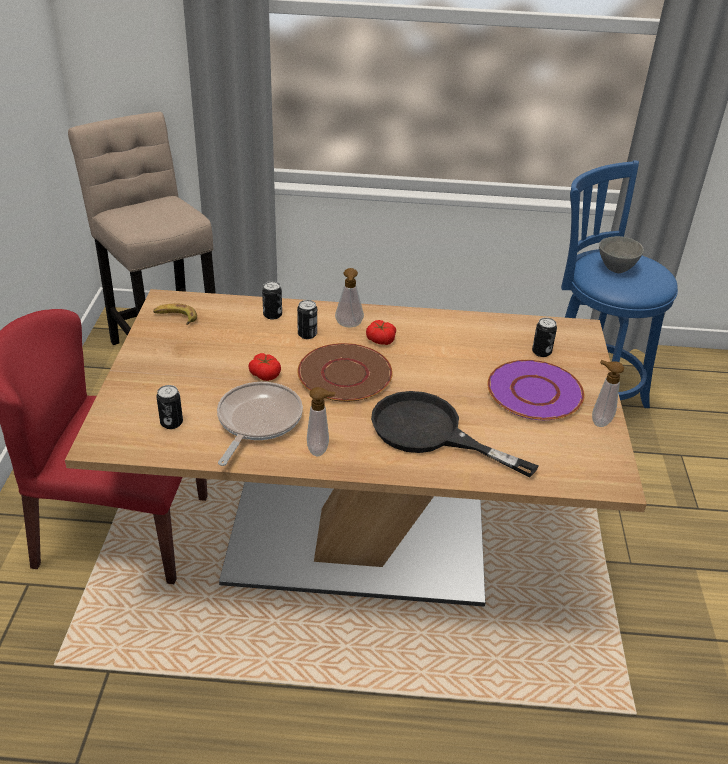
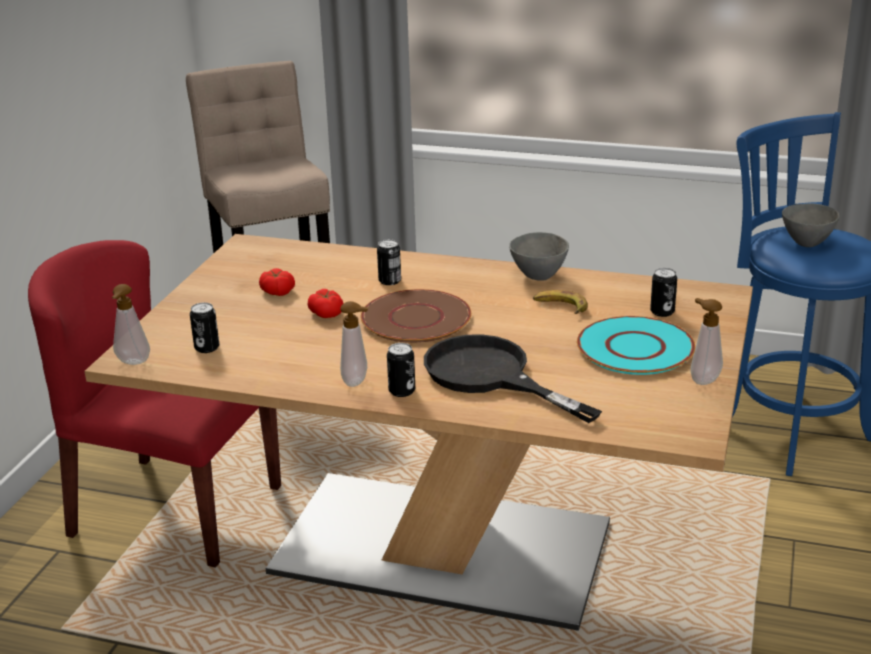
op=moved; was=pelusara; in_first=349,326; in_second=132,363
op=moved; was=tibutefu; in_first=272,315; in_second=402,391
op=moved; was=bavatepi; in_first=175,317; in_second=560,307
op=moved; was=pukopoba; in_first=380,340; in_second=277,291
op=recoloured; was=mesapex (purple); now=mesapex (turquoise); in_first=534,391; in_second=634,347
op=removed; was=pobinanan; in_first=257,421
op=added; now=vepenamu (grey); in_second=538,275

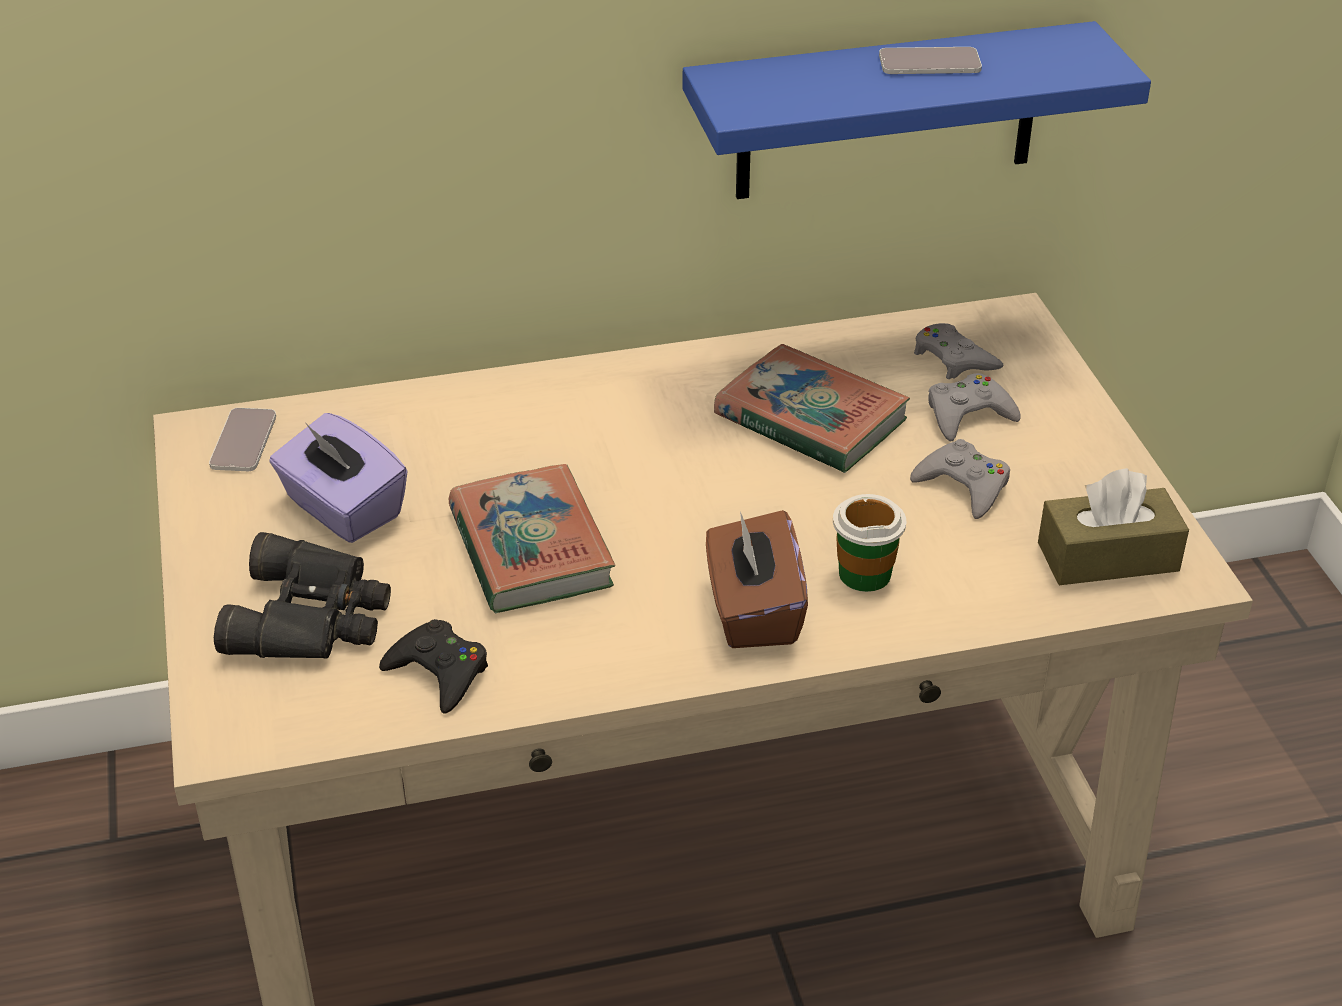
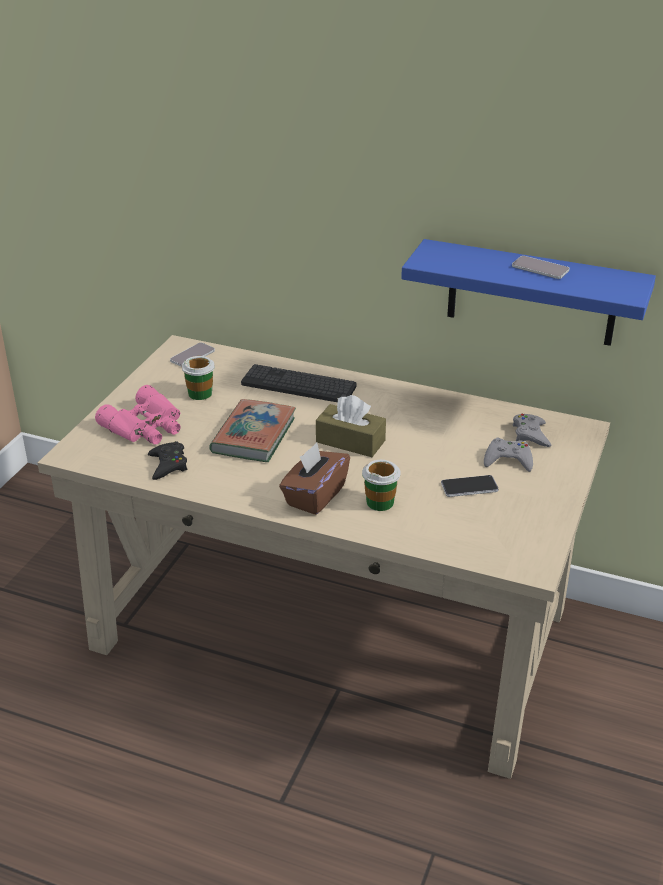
op=removed; was=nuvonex; in_first=810,418
op=replaced; was=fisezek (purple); now=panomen; in_first=342,509; in_second=200,393
op=replaced; was=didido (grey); now=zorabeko; in_first=964,486; in_second=469,487
op=moved; was=fisezek (brown); in_first=1108,557; in_second=350,441
op=recoloured; was=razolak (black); now=razolak (pink); in_first=313,617; in_second=146,426
op=added; now=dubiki; in_second=298,385

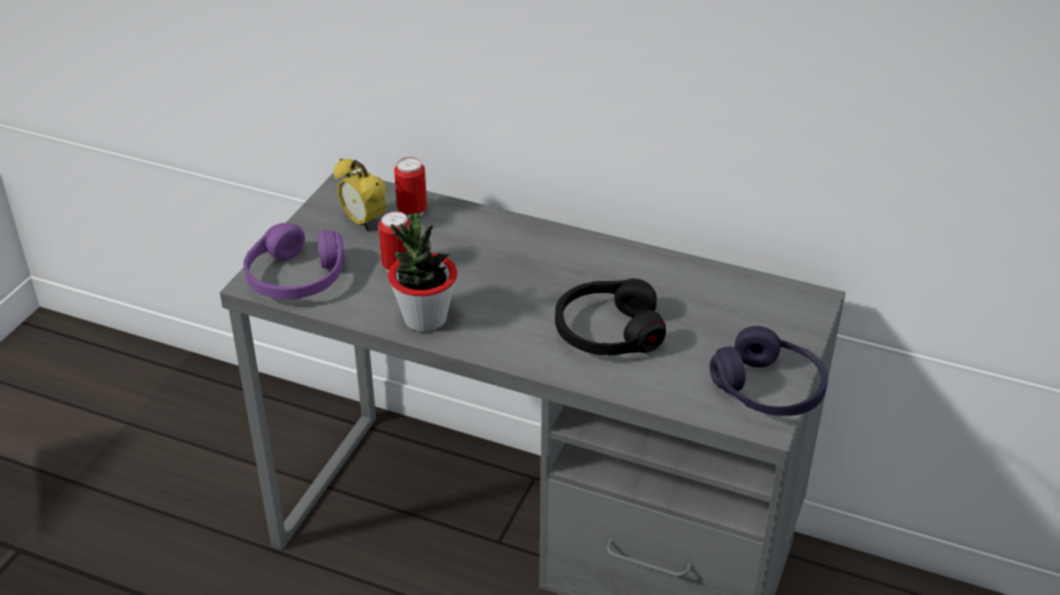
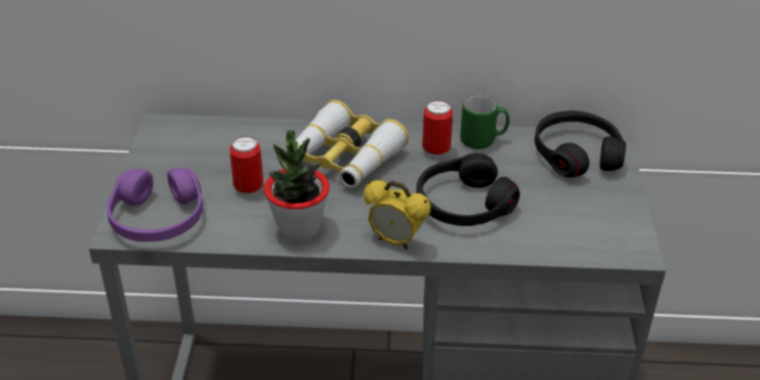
op=moved; was=tibutefu; in_first=412,211; in_second=436,151
op=moved; was=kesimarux; in_first=363,222; in_second=395,241
op=removed; was=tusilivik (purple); in_first=768,390
op=added; now=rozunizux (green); in_second=483,140
op=added; now=razolak; in_second=344,158
op=added; now=tusilivik (black); in_second=576,154

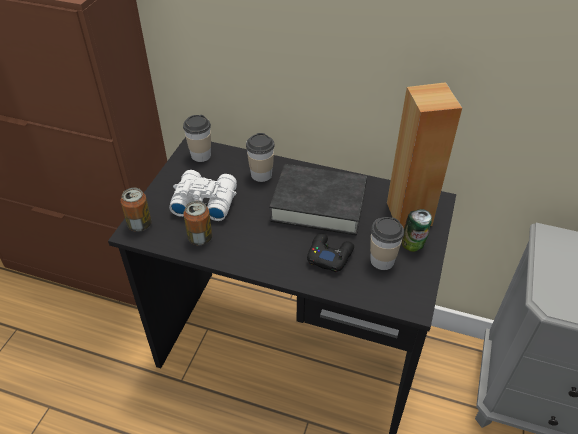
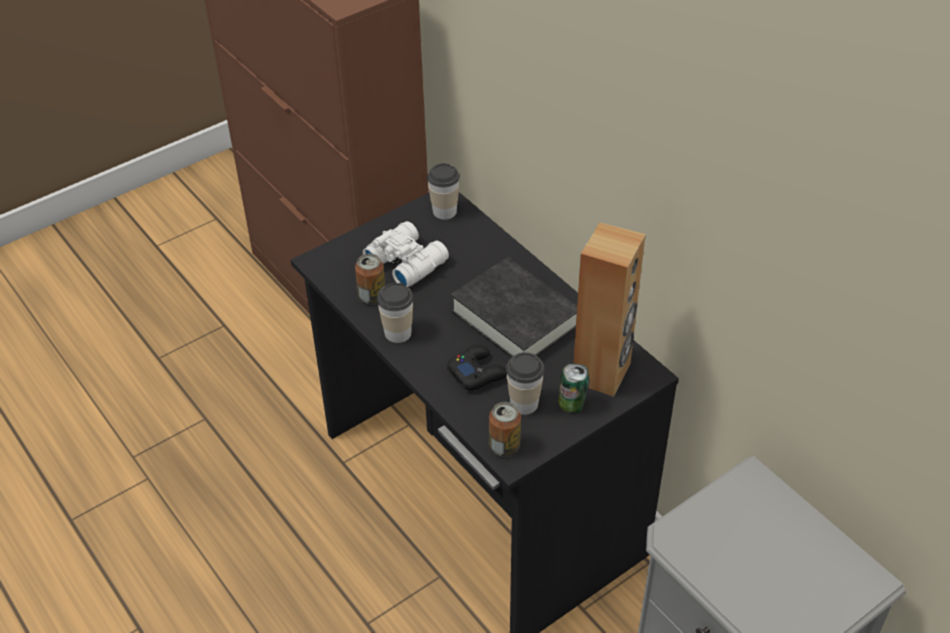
op=moved; was=panomen; in_first=261,175; in_second=397,333
op=moved; was=tibutefu; in_first=140,224; in_second=504,446

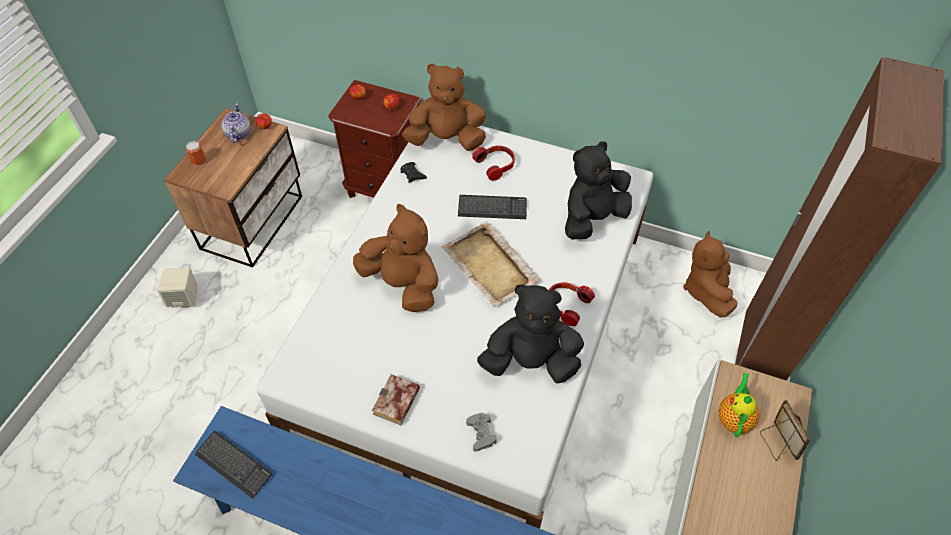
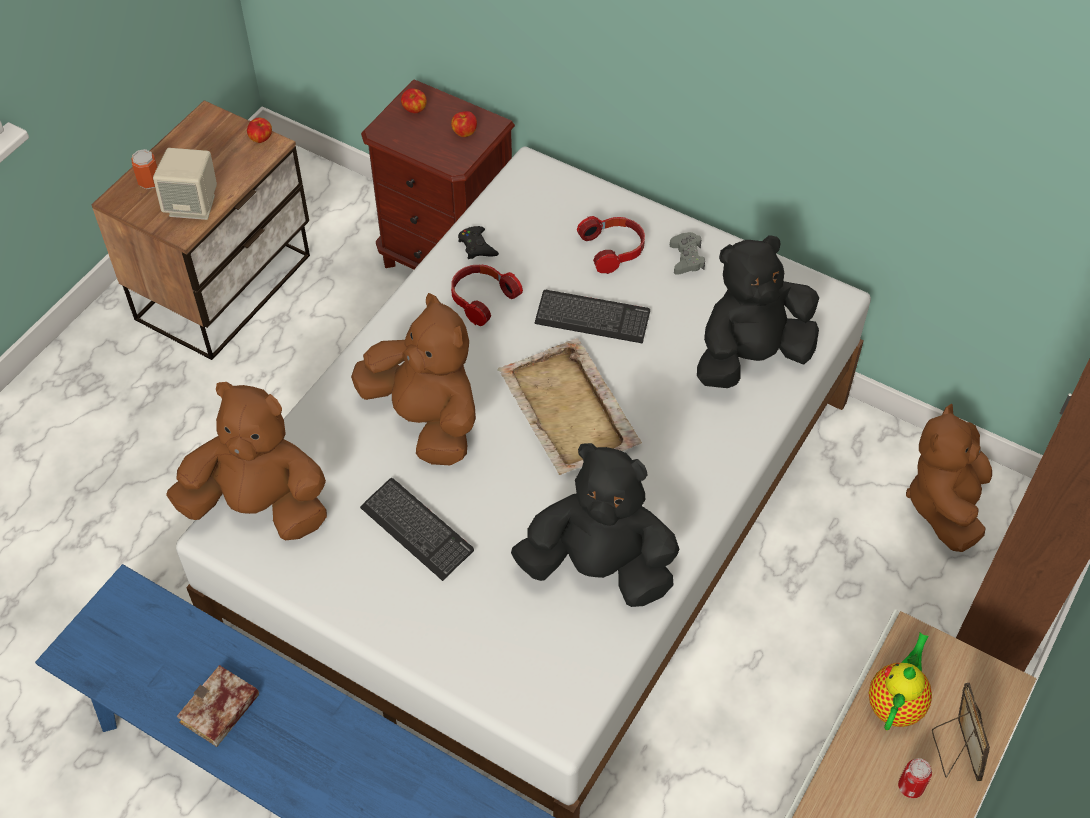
op=moved; was=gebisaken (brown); in_first=446,140; in_second=260,506
op=removed; was=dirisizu; in_first=238,134
op=moved; was=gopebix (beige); in_first=184,298; in_second=193,205
op=moved; was=tusilivik; in_first=566,305; in_second=481,298
op=moved; was=nuvonex; in_first=397,404; in_second=219,713
op=moved; was=didido (grey); in_first=481,433; in_second=686,258
op=moved; was=dubiki; in_first=234,464; in_second=417,530
op=added; now=tibutefu; in_second=910,787

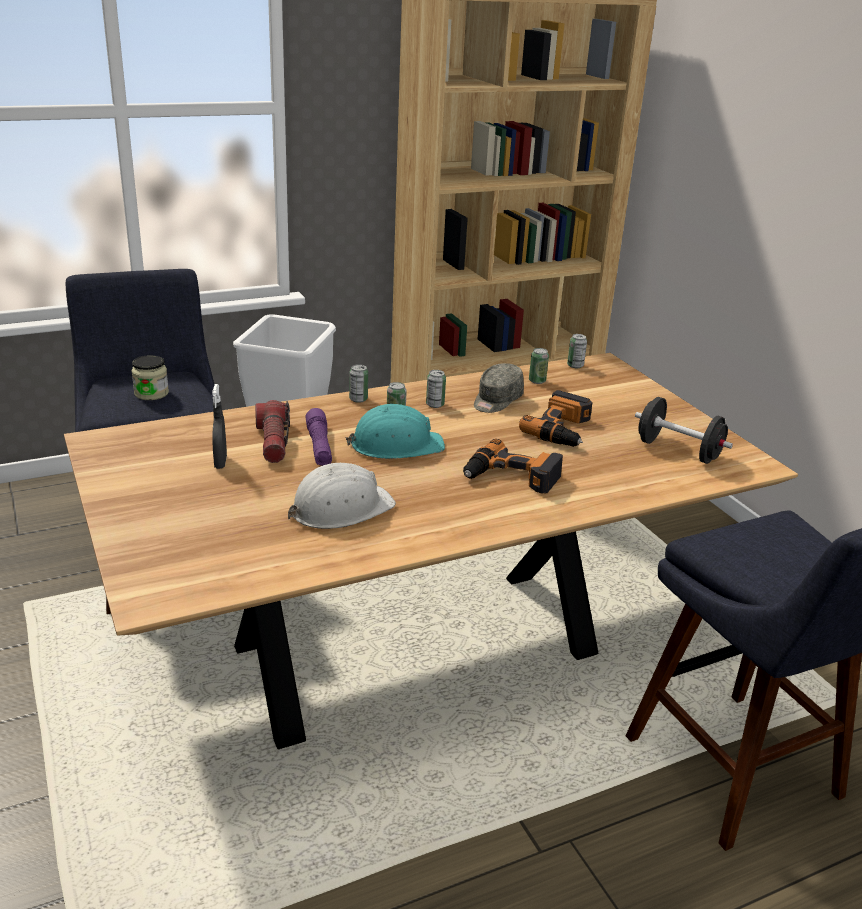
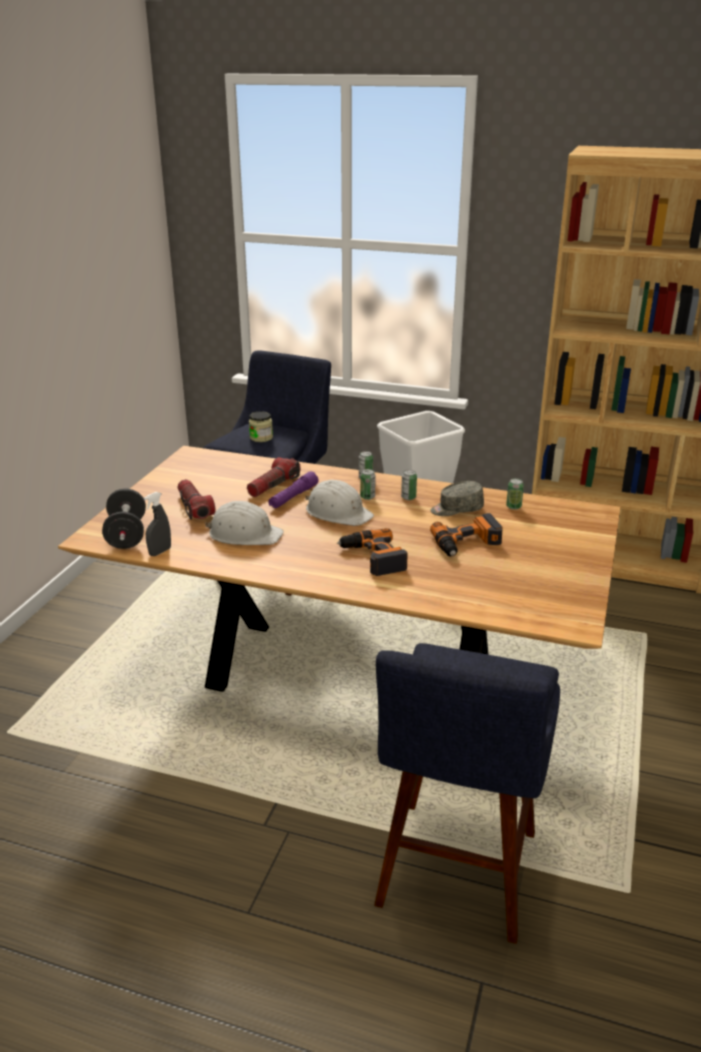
op=removed; was=tibutefu; in_first=575,365
op=moved; was=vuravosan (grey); in_first=220,462; in_second=160,552
op=moved; was=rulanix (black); in_first=678,451; in_second=127,535
op=recoloured; was=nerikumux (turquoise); now=nerikumux (white); in_first=396,445; in_second=338,512
op=added; now=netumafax; in_second=194,507

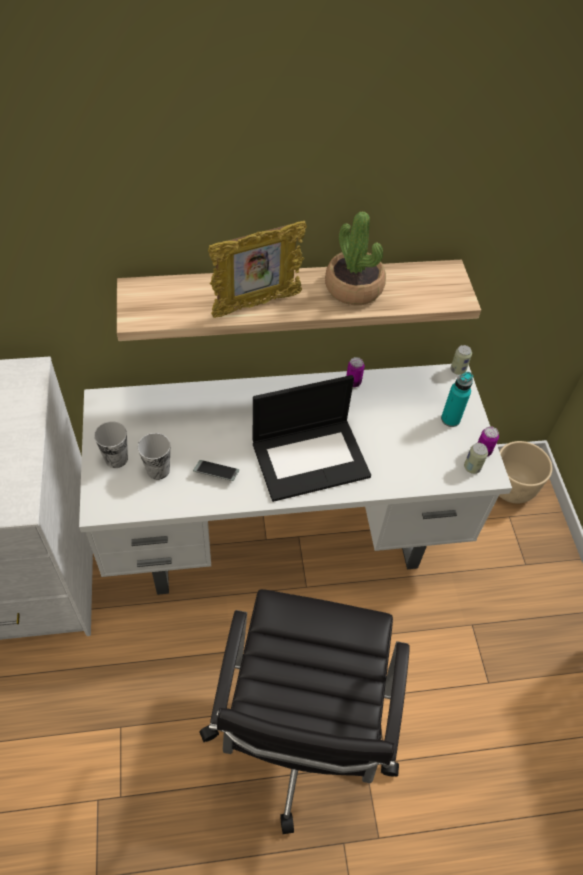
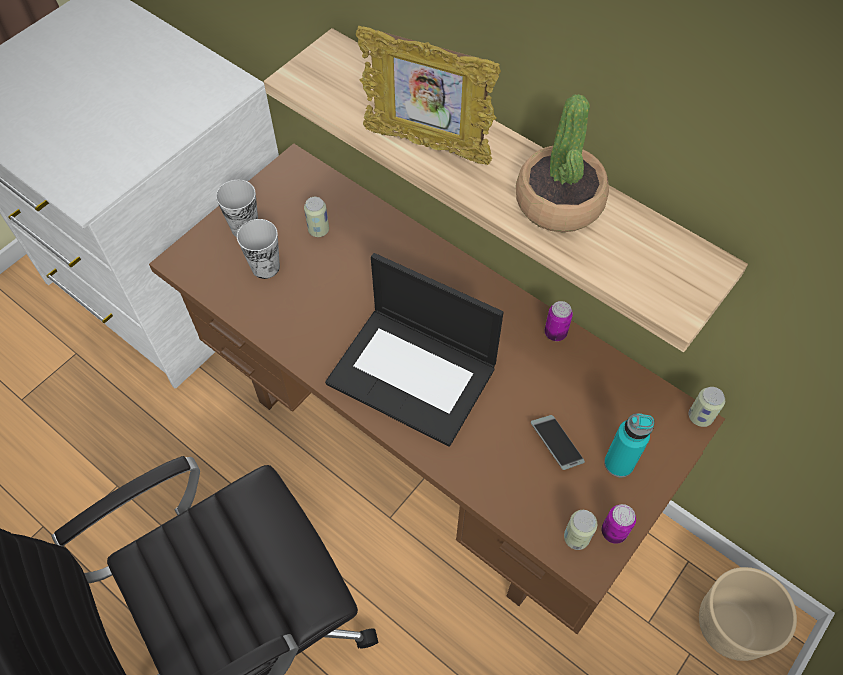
op=recoloured; was=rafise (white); now=rafise (brown); in_first=284,535; in_second=424,450
op=moved; was=zorabeko; in_first=216,473; in_second=556,444
op=added; now=tibutefu; in_second=318,230

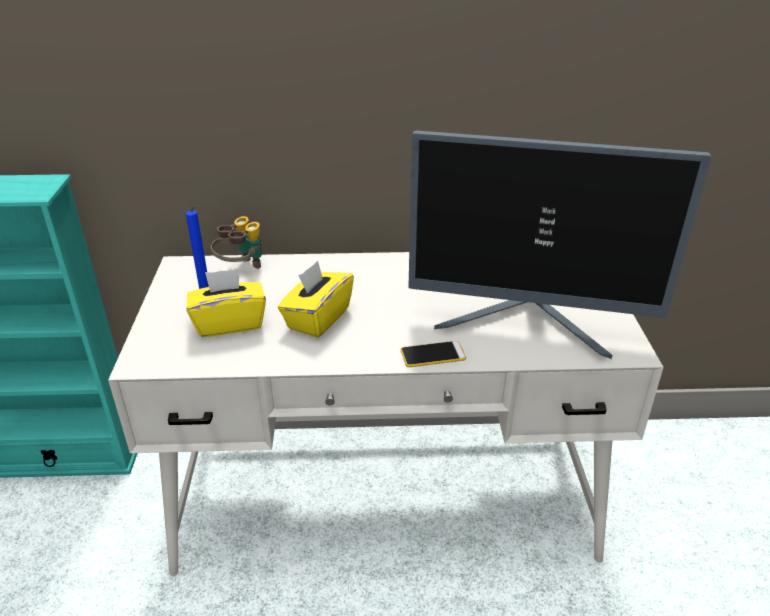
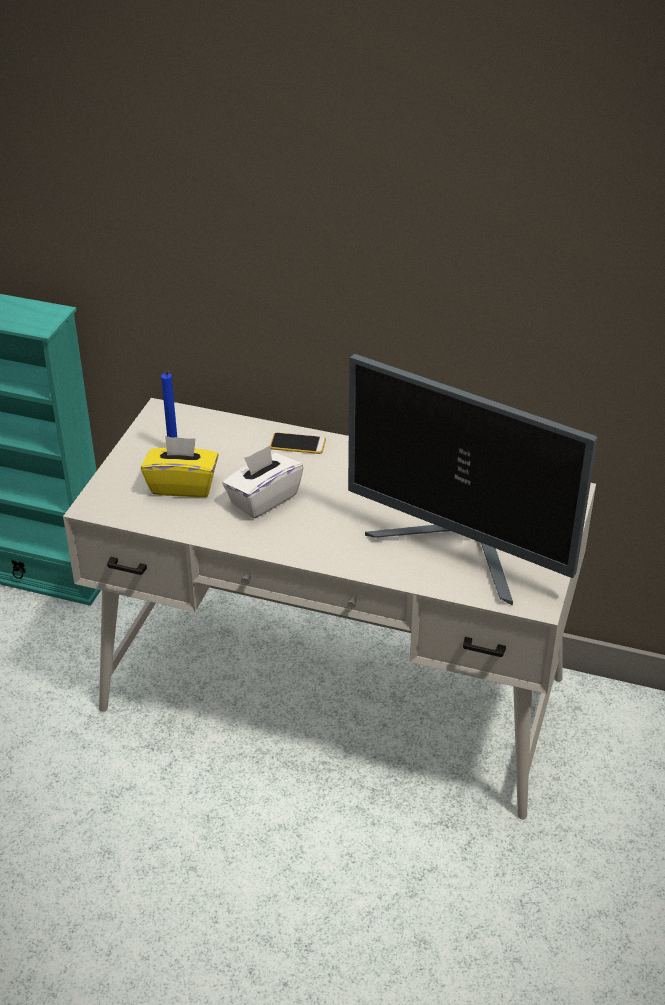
op=removed; was=razolak; in_first=241,269
op=recoloured; was=fisezek (yellow); now=fisezek (white); in_first=317,318; in_second=263,499
op=moved; was=zorabeko; in_first=433,355; in_second=298,444

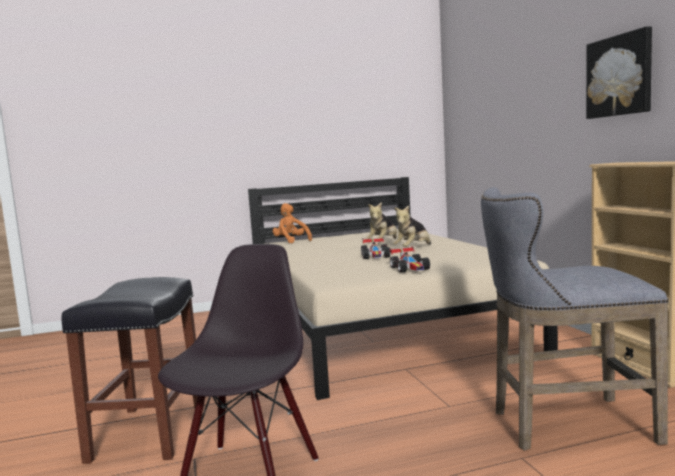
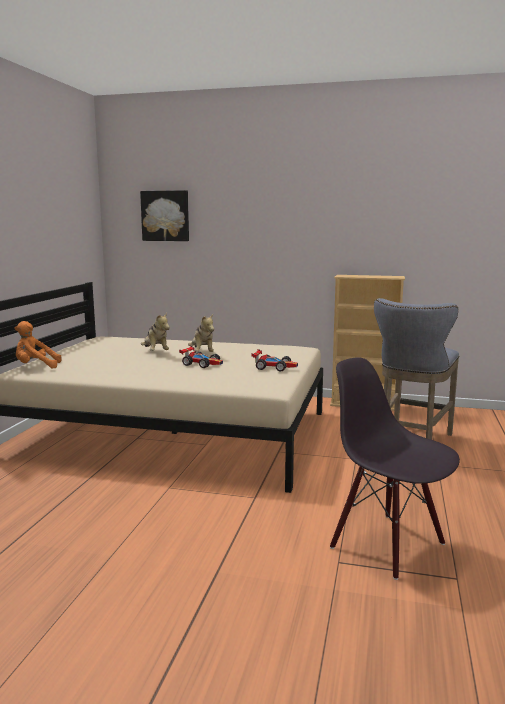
op=moved; was=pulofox; in_first=620,76; in_second=165,216
op=removed; was=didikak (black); in_first=149,433

